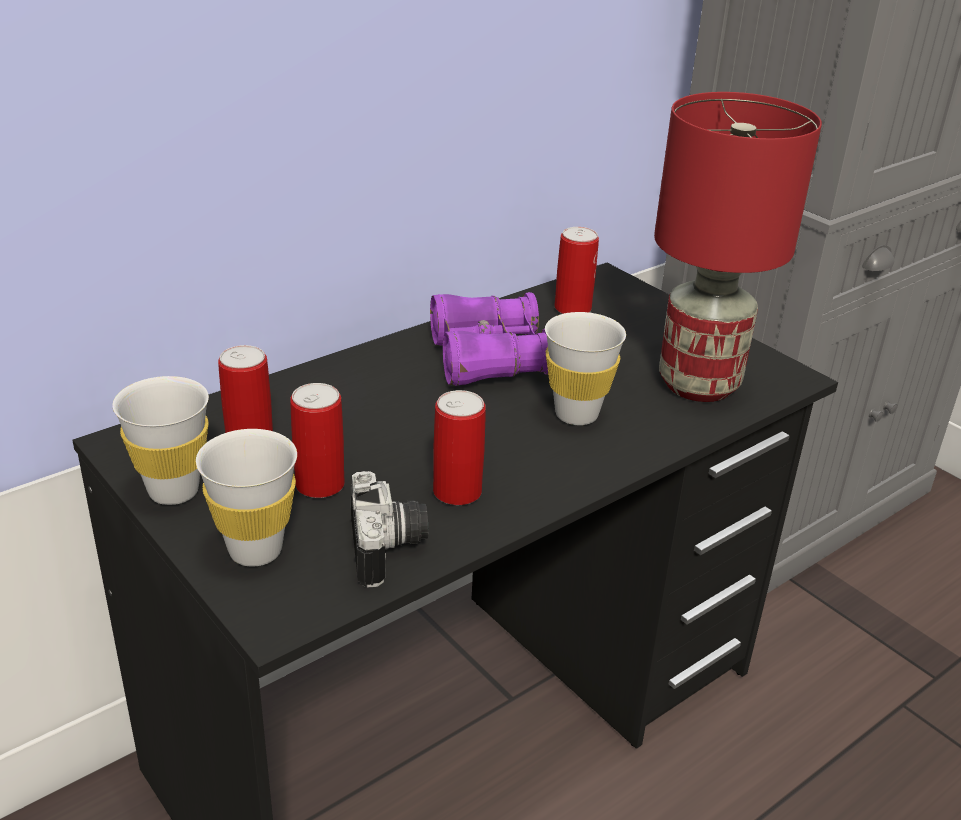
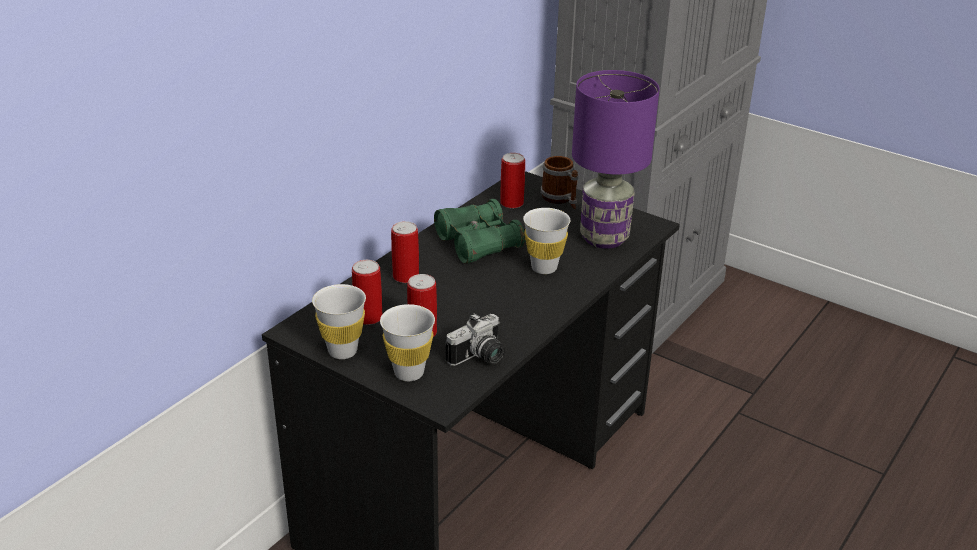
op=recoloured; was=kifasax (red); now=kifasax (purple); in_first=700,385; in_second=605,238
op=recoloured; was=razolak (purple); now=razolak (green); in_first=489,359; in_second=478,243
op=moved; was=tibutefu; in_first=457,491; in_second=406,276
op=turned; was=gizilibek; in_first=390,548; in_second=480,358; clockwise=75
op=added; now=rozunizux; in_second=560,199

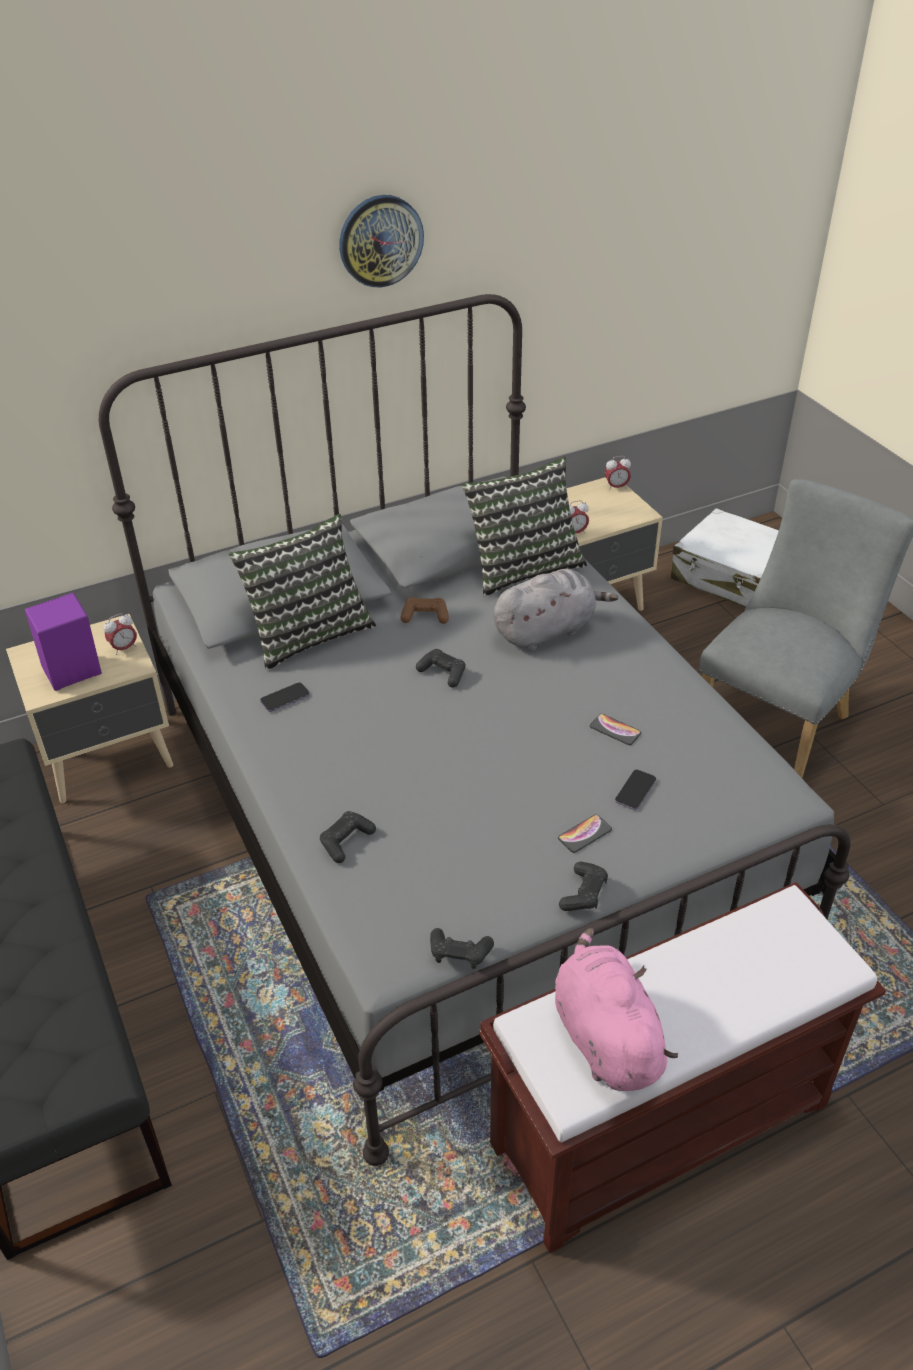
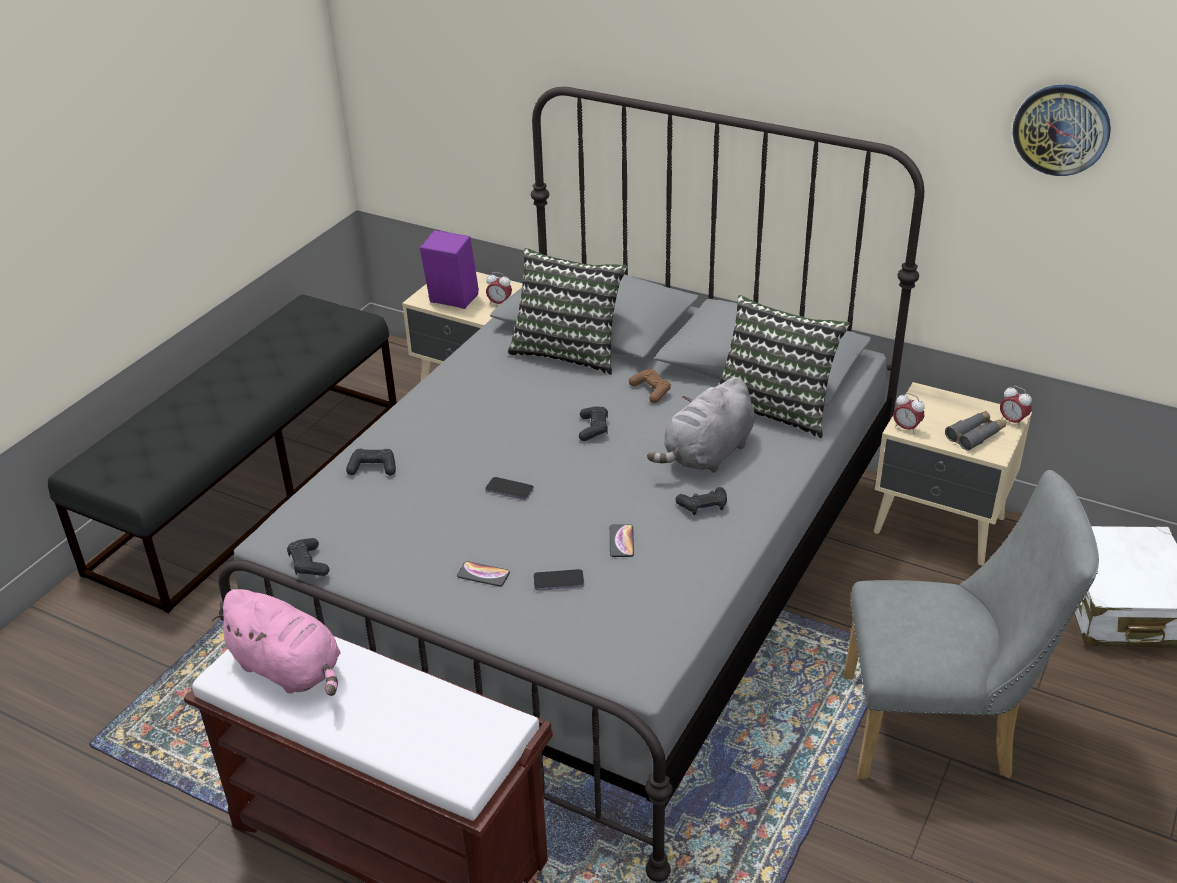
op=moved; was=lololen; in_first=380,240; in_second=1061,129
op=turned; was=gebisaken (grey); in_first=547,630; in_second=707,455; clockwise=105
op=moved; was=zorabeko; in_first=285,699; in_second=509,490
op=moved; was=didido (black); in_first=583,893; in_second=703,506
op=turned; was=gebisaken (pink); in_first=605,1035; in_second=290,669; clockwise=90
op=added; now=razolak (grey); in_second=975,435

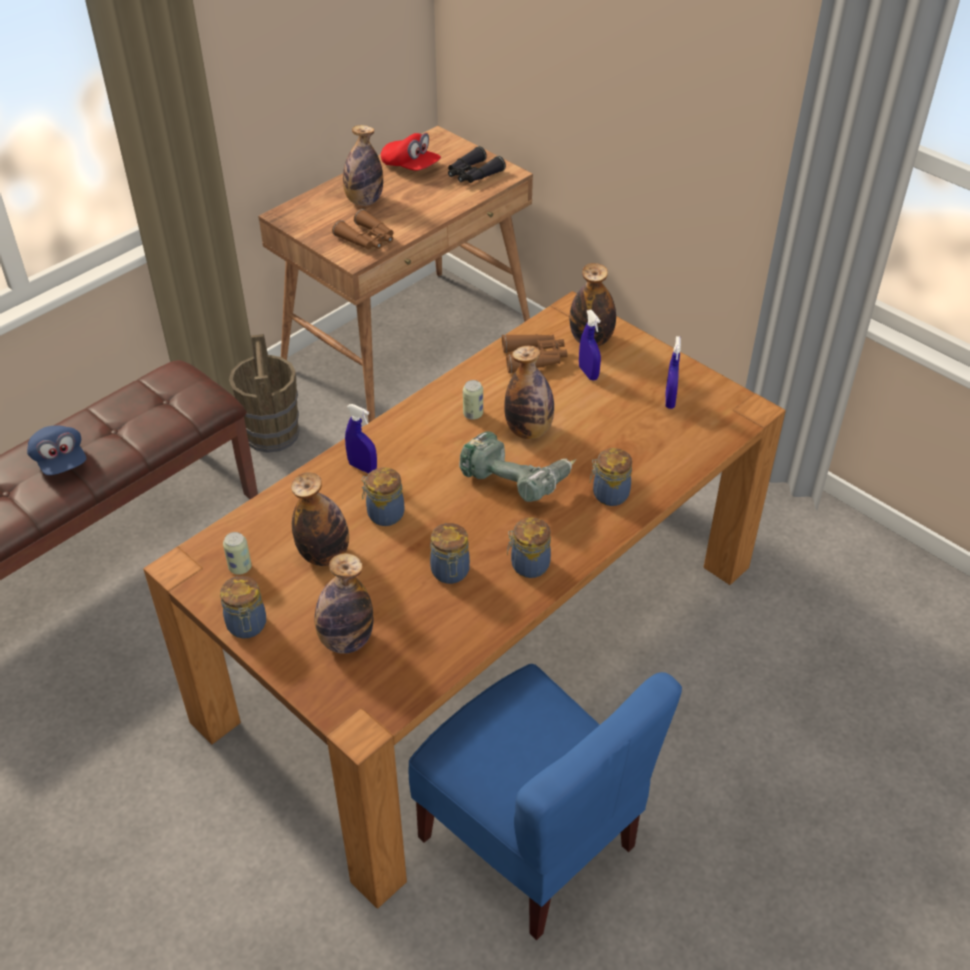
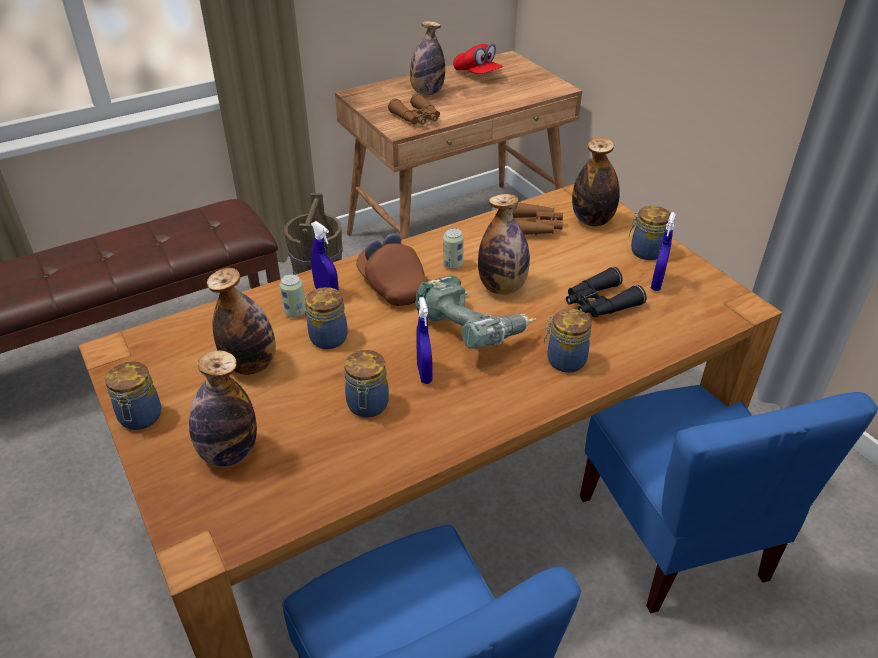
op=moved; was=razolak (black); in_first=473,174; in_second=599,303
op=moved; was=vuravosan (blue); in_first=588,373; in_second=424,373
op=removed; was=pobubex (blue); in_first=60,461
op=moved; was=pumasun; in_first=528,565; in_second=645,251
op=moved; was=tibutefu; in_first=240,567; in_second=295,312
op=added; now=pobubex (brown); in_second=392,286
op=added; now=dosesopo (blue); in_second=674,537

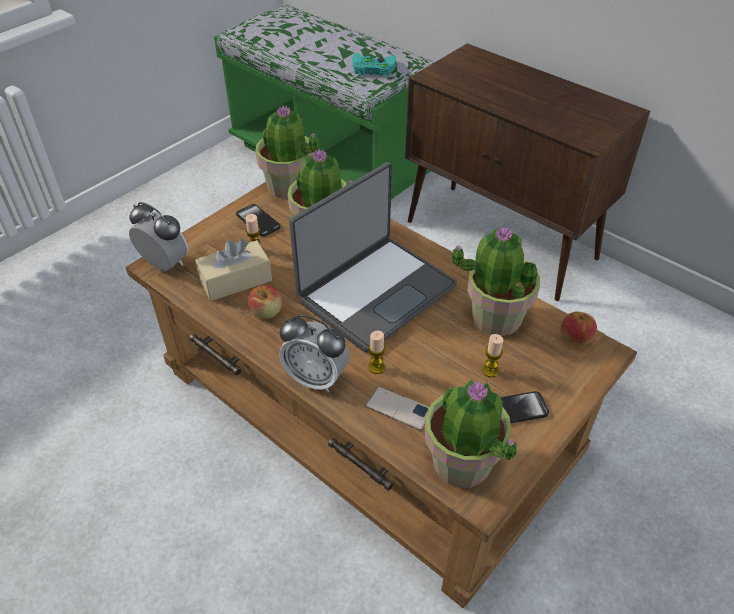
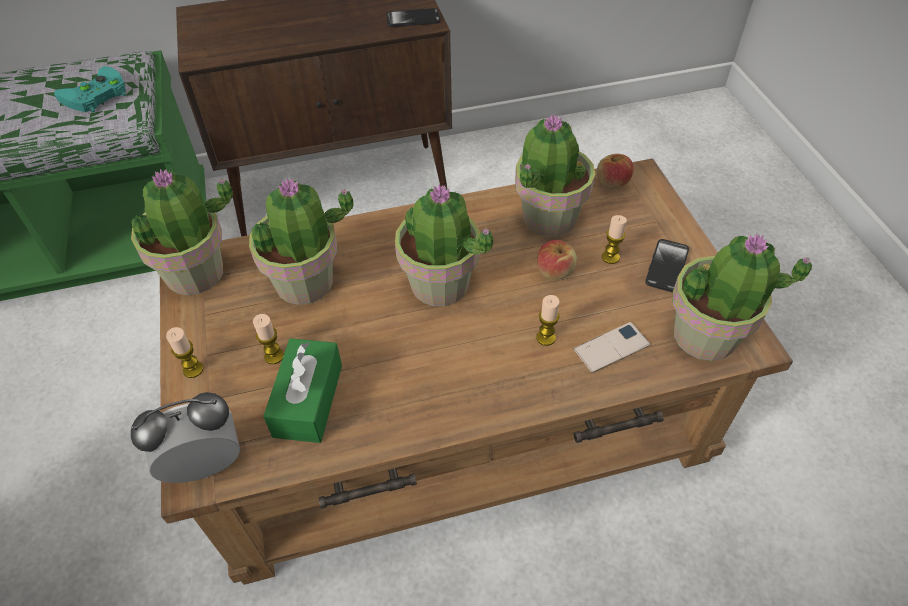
op=replaced; was=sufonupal; now=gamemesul; in_first=375,292; in_second=440,285
op=moved; was=zorabeko; in_first=258,221; in_second=413,19
op=recoloured; was=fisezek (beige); now=fisezek (green); in_first=236,280; in_second=308,400
op=moved; was=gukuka; in_first=267,312; in_second=555,271
op=removed; was=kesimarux; in_first=316,378
op=added; now=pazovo; in_second=193,369

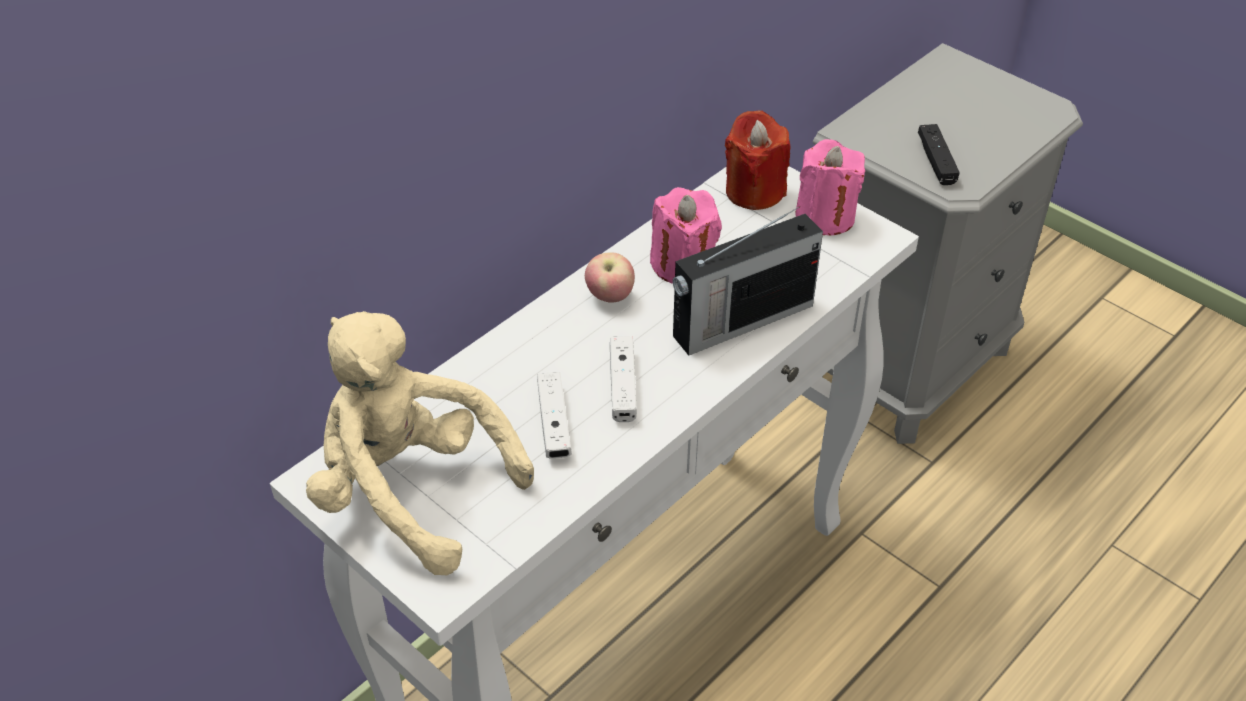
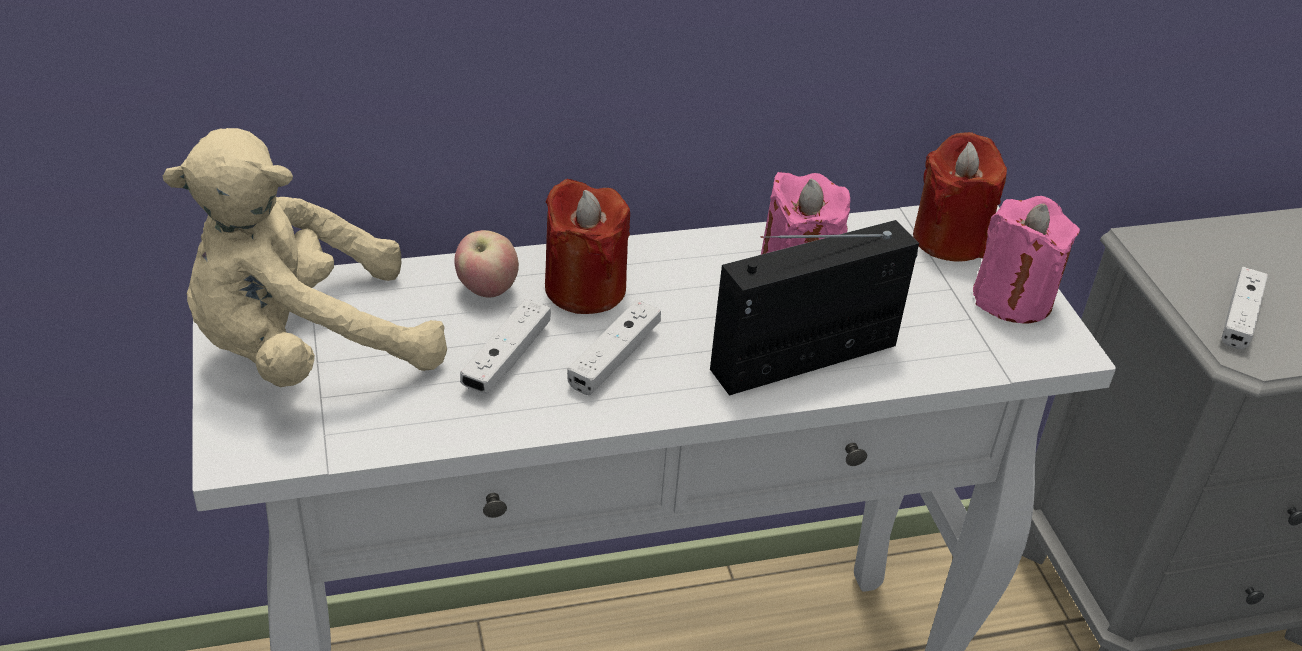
op=recoloured; was=didido (black); now=didido (white); in_first=936,161; in_second=1240,317
op=turned; was=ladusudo; in_first=740,321; in_second=808,357; clockwise=150
op=moved; was=gukuka; in_first=610,296; in_second=487,290
op=turned; was=gebisaken (beige); in_first=410,492; in_second=305,350; clockwise=-90
op=added; now=pazovo (red); in_second=585,288

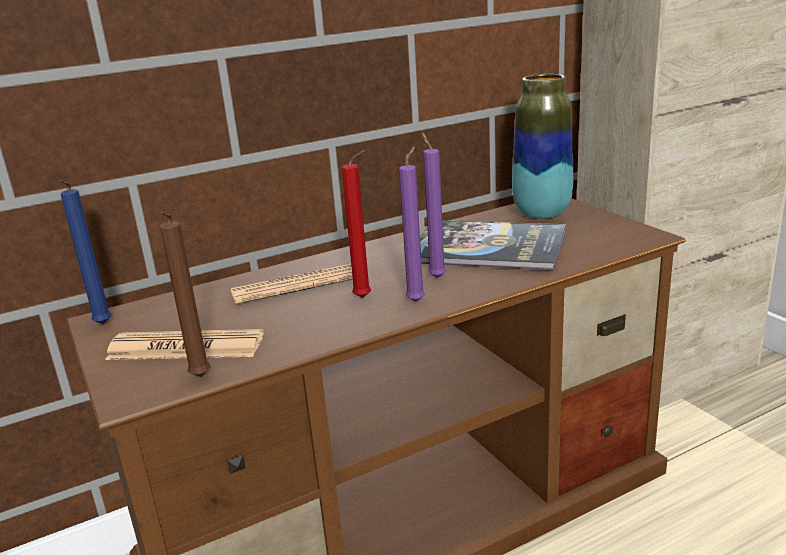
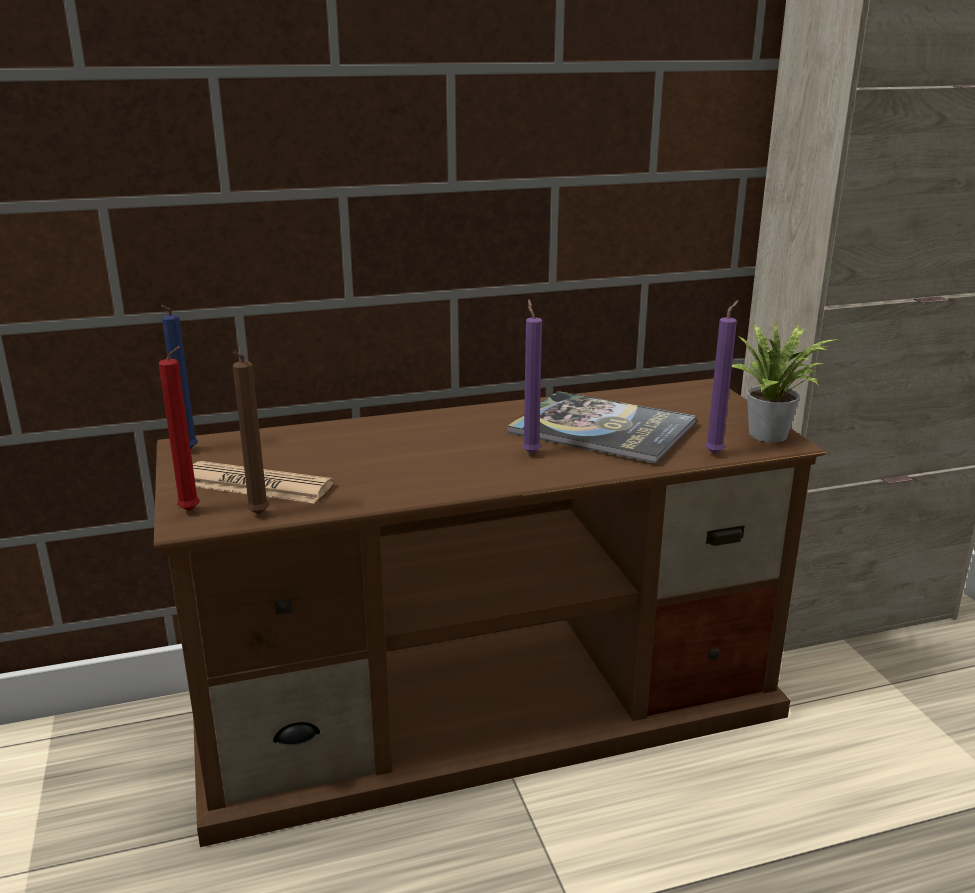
op=removed; was=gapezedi; in_first=541,213
op=moved; was=pazovo (purple); in_first=417,300; in_second=716,453
op=moved; was=pazovo (red); in_first=365,298; in_second=192,512
op=removed; was=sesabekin; in_first=297,285
op=added; now=gamemesul; in_second=773,435

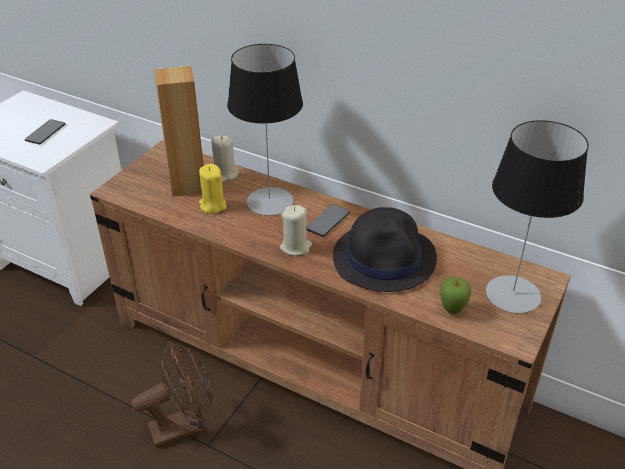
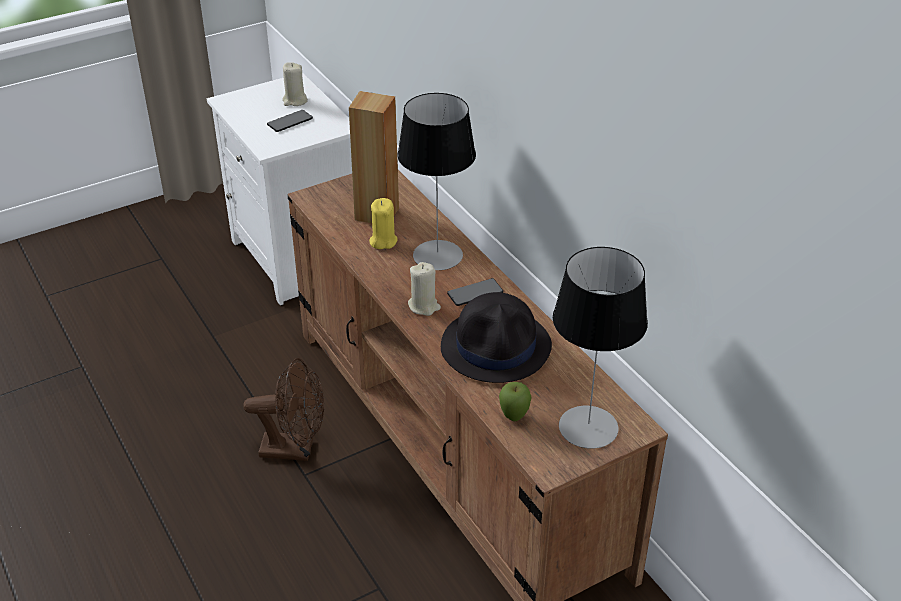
op=moved; was=pazovo (beige); in_first=224,174; in_second=295,101

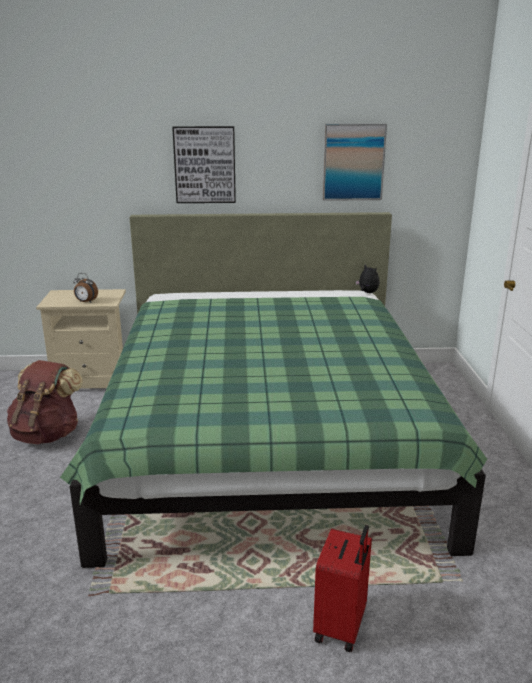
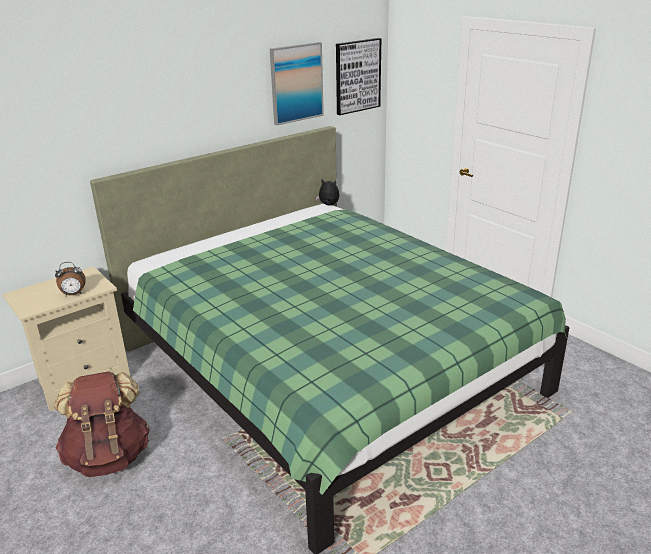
op=moved; was=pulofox; in_first=205,165; in_second=357,76
op=removed; was=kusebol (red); in_first=341,627

